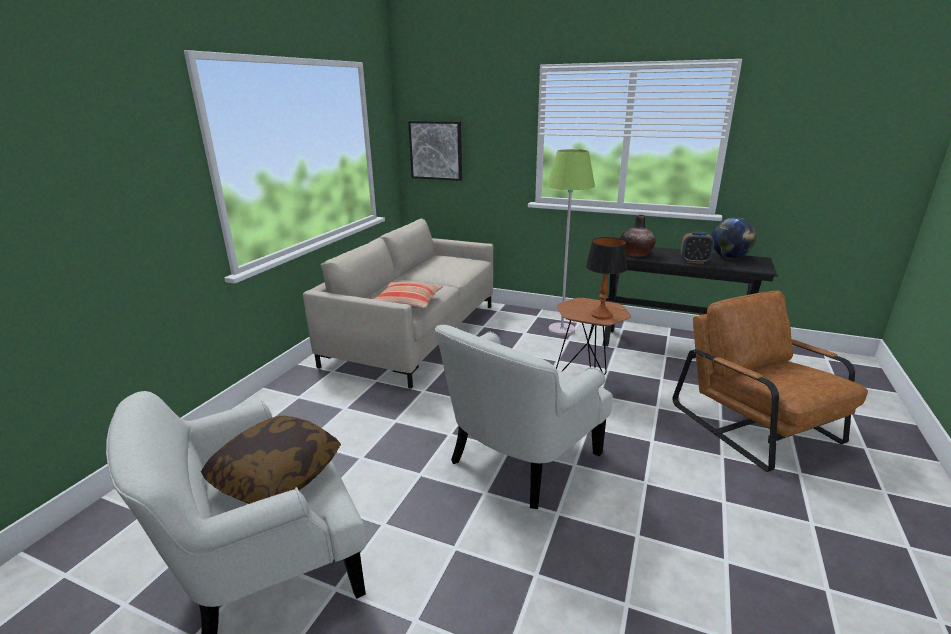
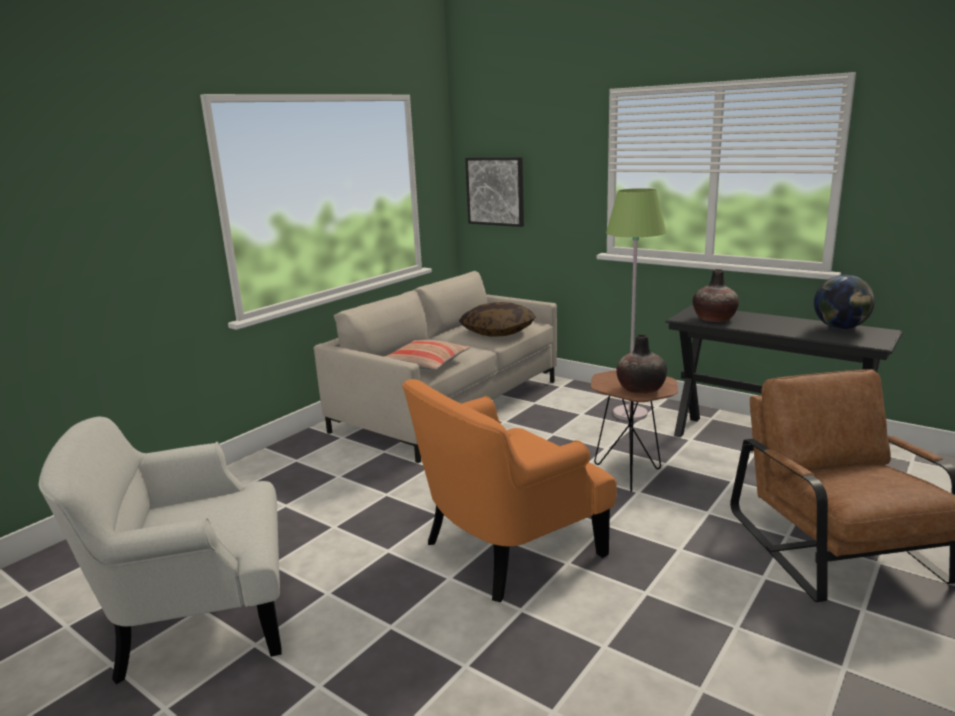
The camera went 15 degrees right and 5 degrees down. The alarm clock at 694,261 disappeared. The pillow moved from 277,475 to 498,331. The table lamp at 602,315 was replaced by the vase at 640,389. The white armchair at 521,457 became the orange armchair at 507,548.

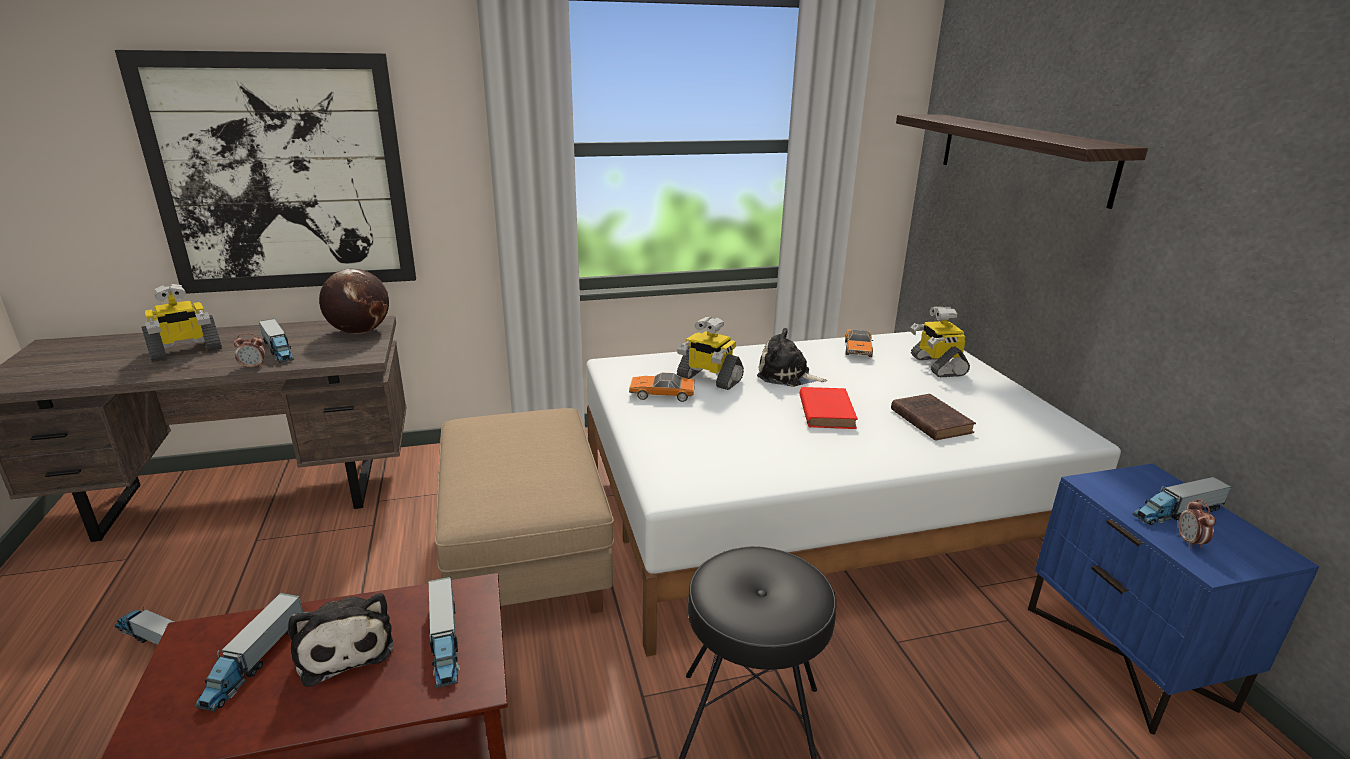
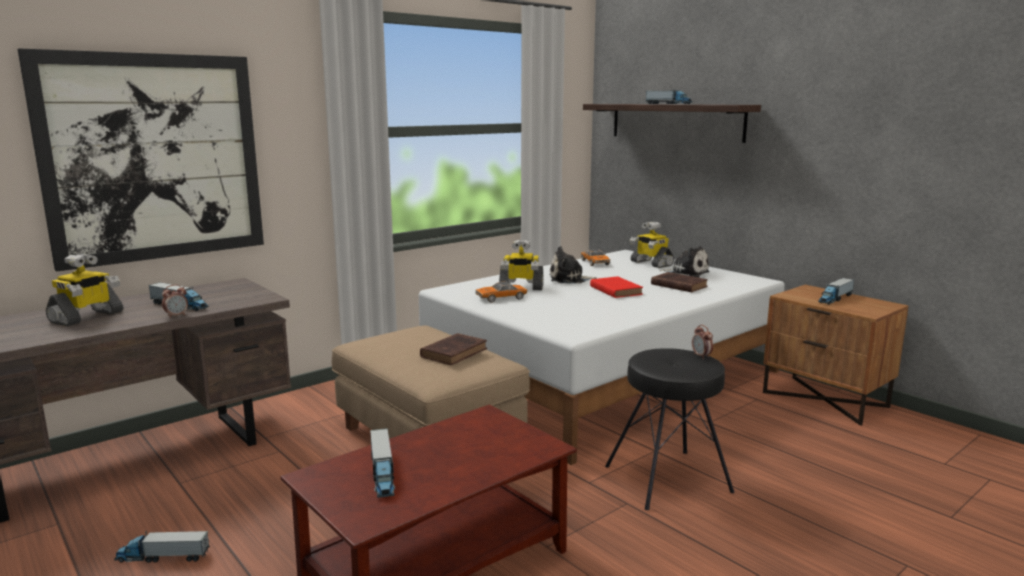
The camera went 25 degrees left and 10 degrees down. The globe at 359,331 disappeared. The brown book at 455,352 appeared. The plush toy moved from 344,647 to 686,273. The toy truck moved from 445,642 to 668,104. The alarm clock moved from 1189,542 to 701,356. The blue nightstand at 1128,656 became the brown nightstand at 826,399.

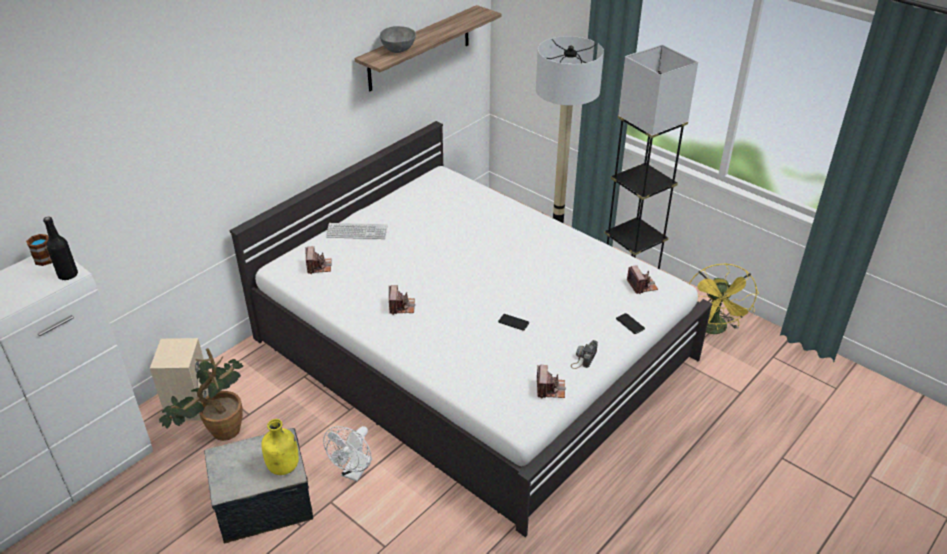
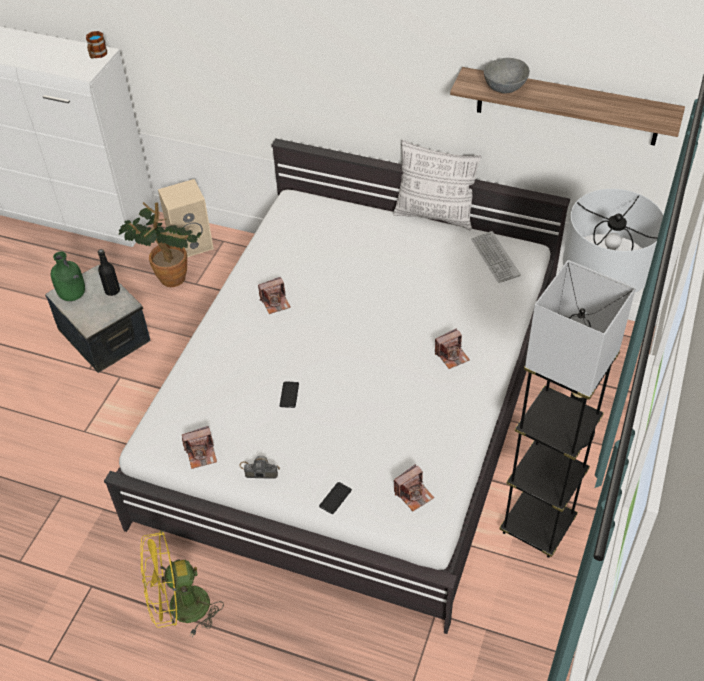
The camera went 70 degrees right and 10 degrees up. The yellow bottle at 284,467 disappeared. The white fan at 354,472 disappeared. The green bottle at 73,295 appeared. The pillow at 435,215 appeared. The black bottle moved from 68,275 to 112,291. The photo camera moved from 319,266 to 452,355. The keyboard moved from 357,232 to 495,258. The yellow fan moved from 714,329 to 180,609.

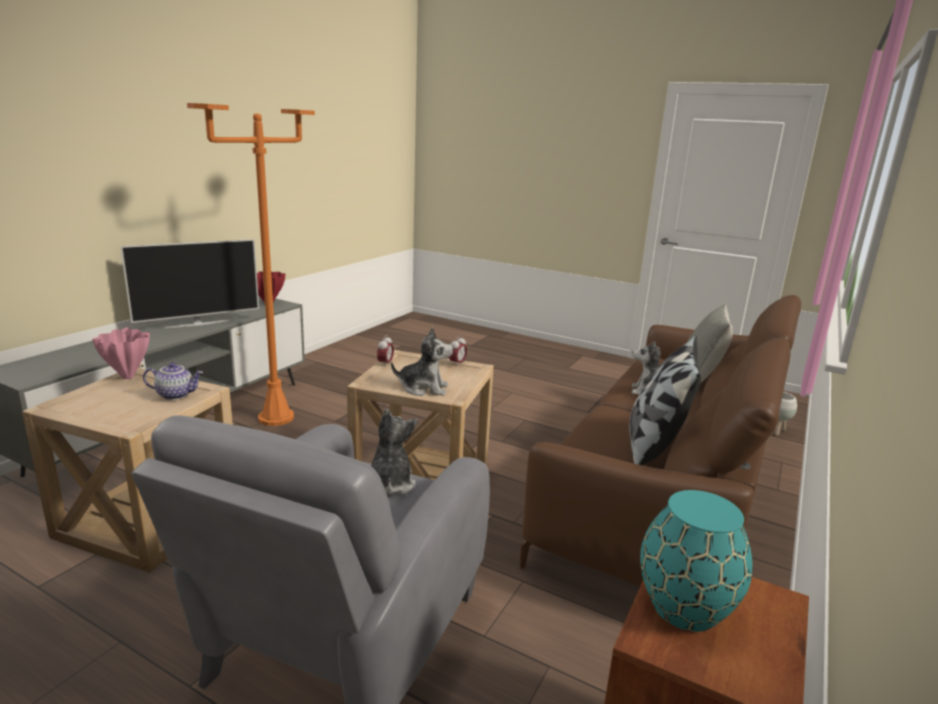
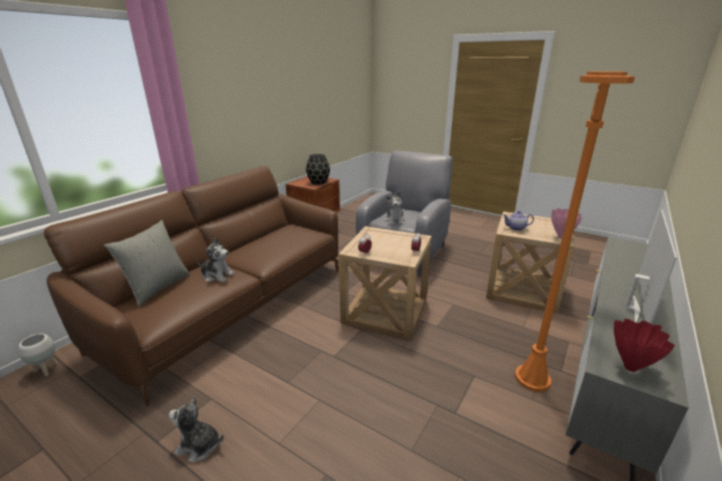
The camera went 175 degrees left and 5 degrees up. The pillow at 654,446 disappeared. The plush toy moved from 423,388 to 199,446. The turquoise vase at 683,608 became the black vase at 318,182. The television at 198,324 turned 150 degrees clockwise.

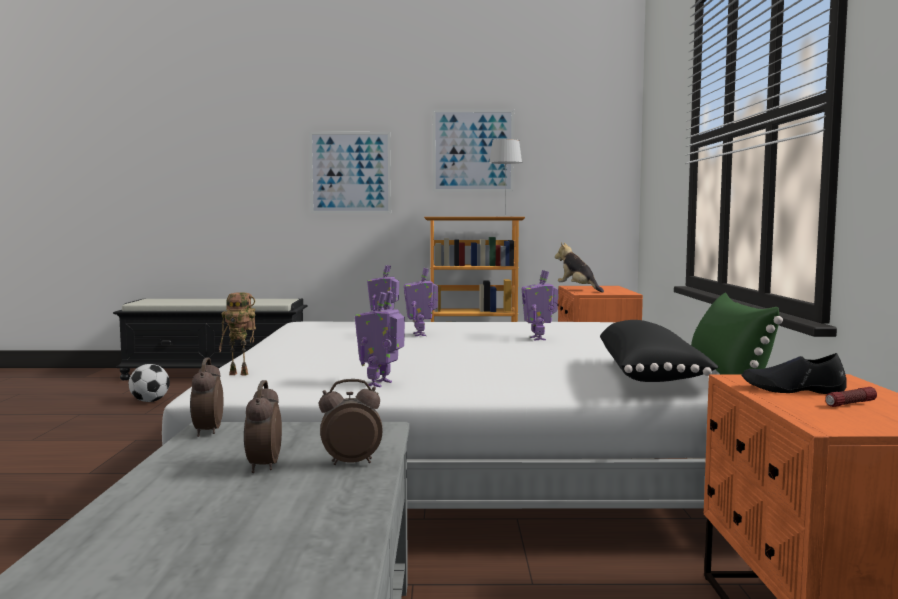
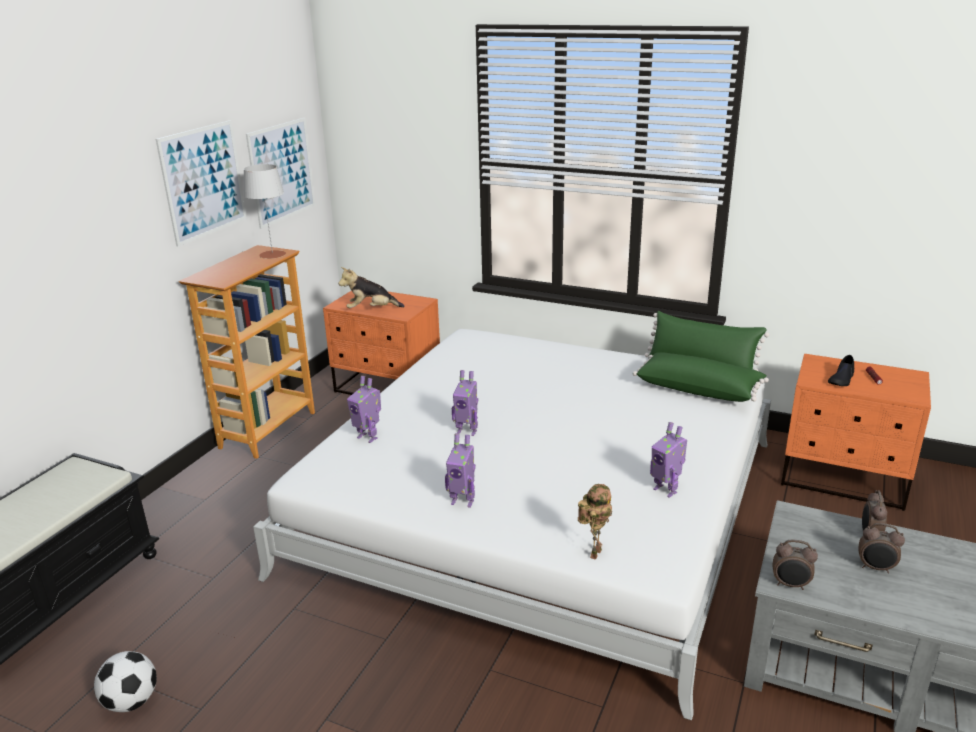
The camera went 65 degrees left and 20 degrees up. The picture moved from 350,173 to 282,172. The toy robot moved from 539,338 to 463,501. The black pillow at 651,374 became the green pillow at 698,389.

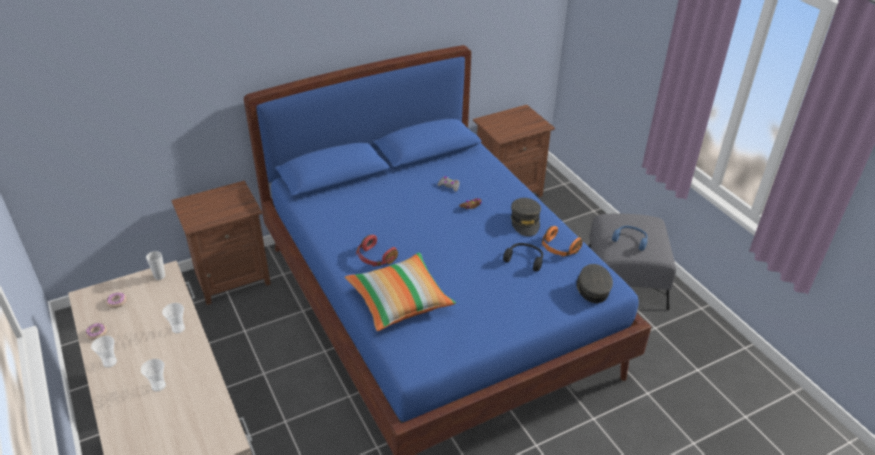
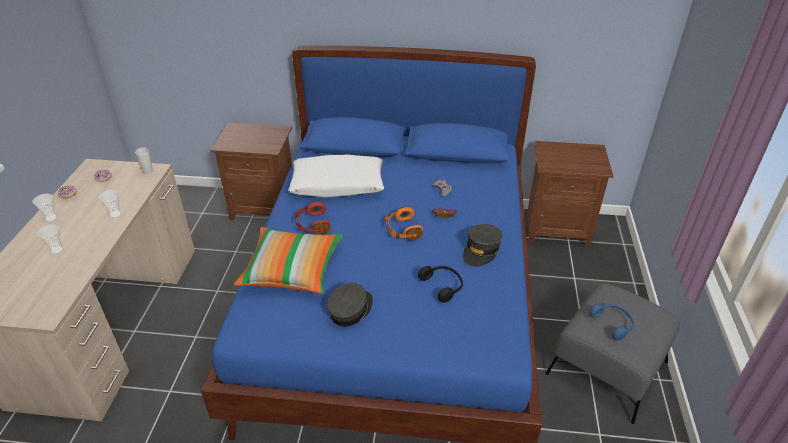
The camera went 35 degrees right and 0 degrees up. The white pillow at 337,185 appeared. The orange headphones moved from 559,248 to 402,230. The grey cap moved from 592,288 to 350,310.

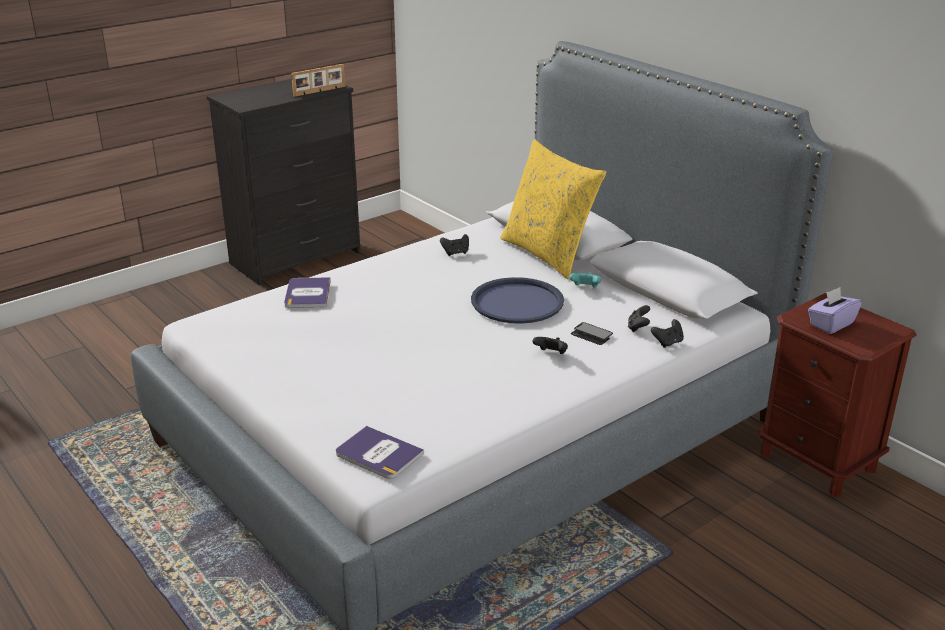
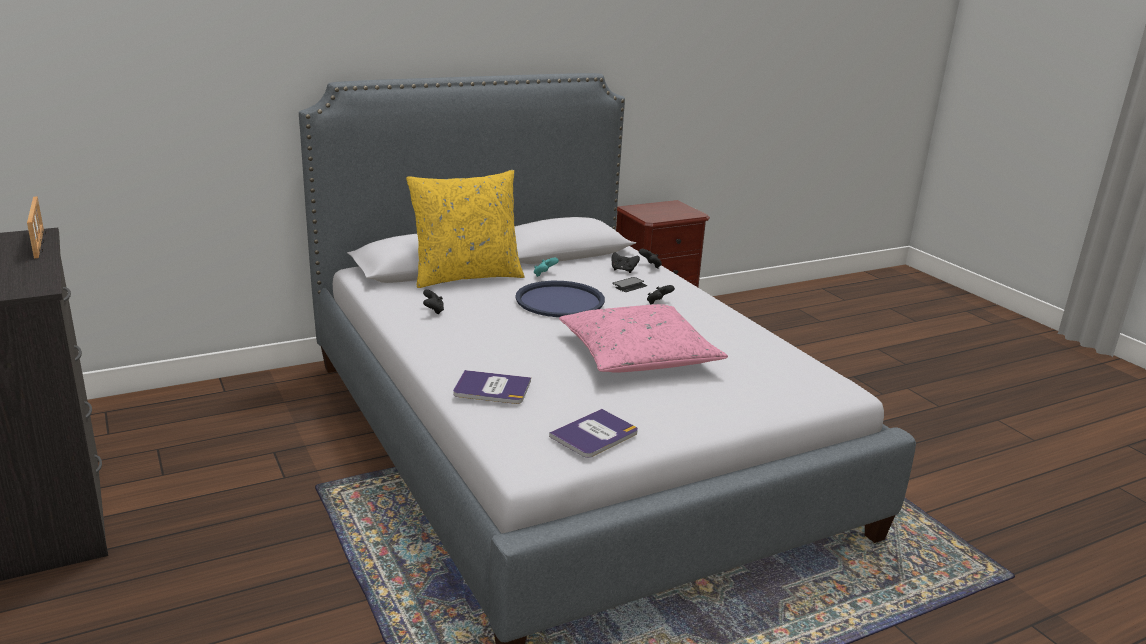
The camera went 80 degrees left and 5 degrees down. The purple tissue box at 831,324 disappeared. The pink pillow at 638,355 appeared. The book moved from 378,454 to 594,435.

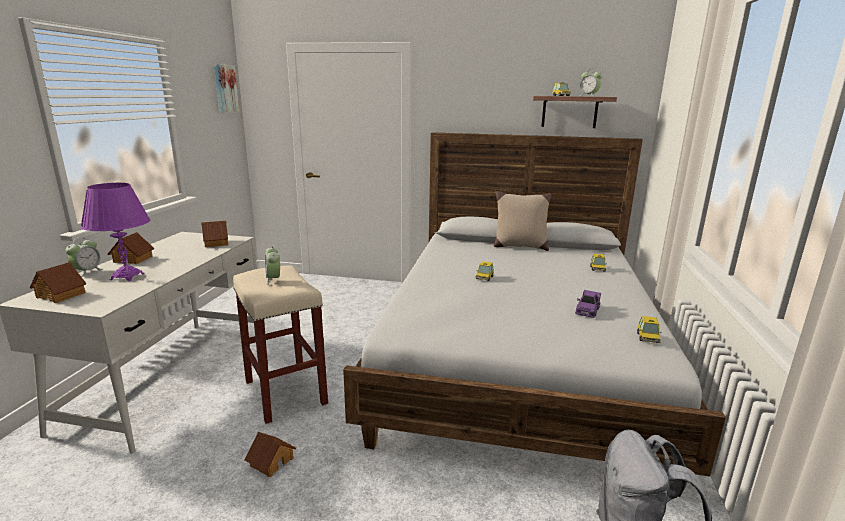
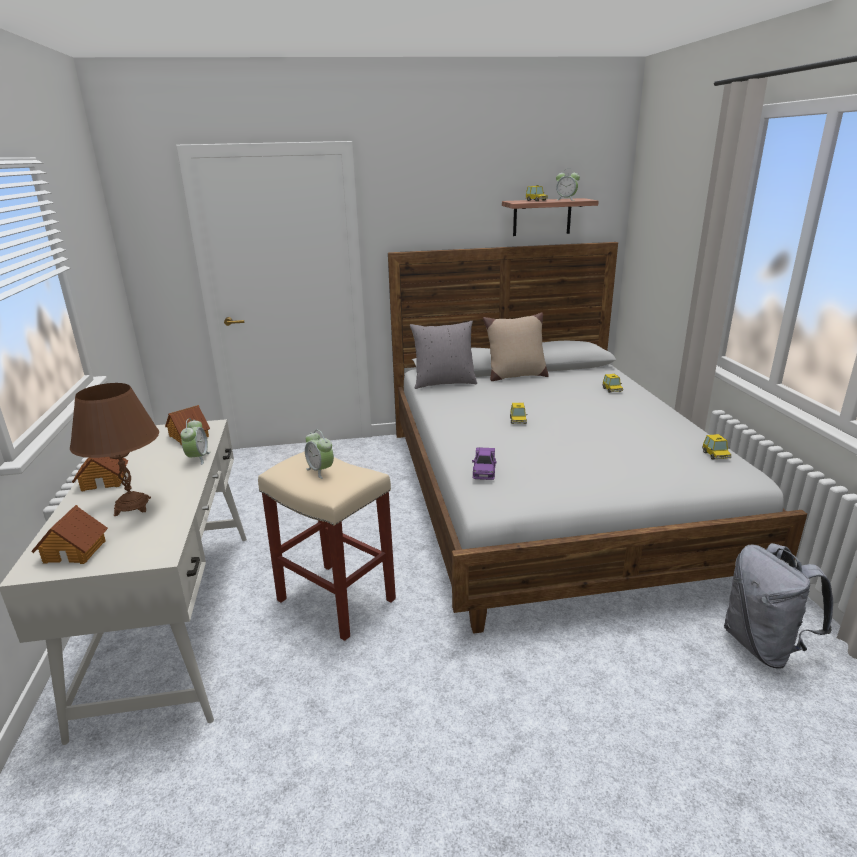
The camera went 20 degrees left and 5 degrees up. The picture at 225,88 disappeared. The toy house at 271,461 disappeared. The grey pillow at 444,383 appeared. The alarm clock moved from 87,272 to 198,458. The purple toy car moved from 587,310 to 484,471. The purple table lamp at 127,277 became the brown table lamp at 133,506.

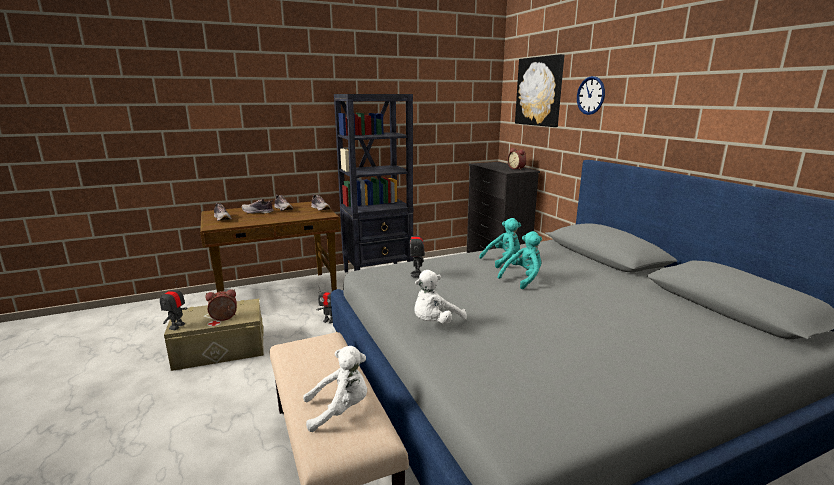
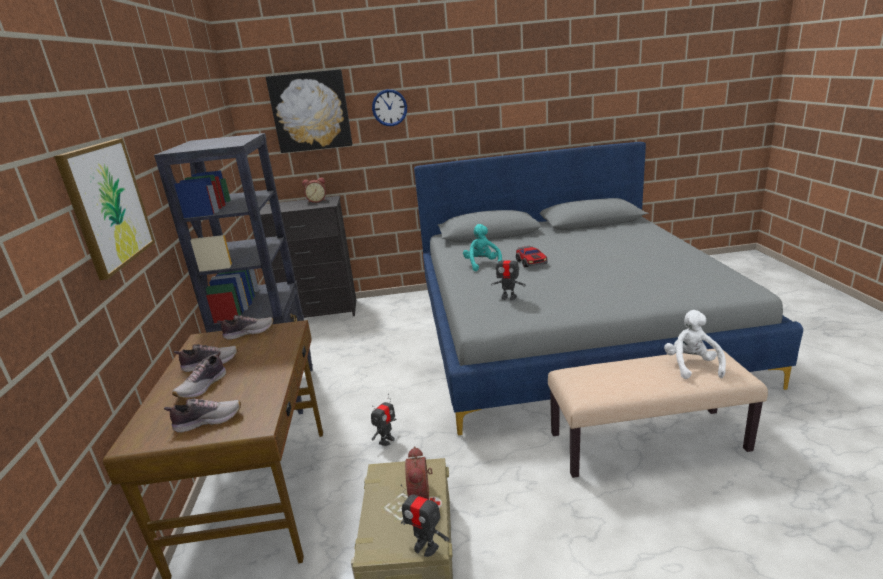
The camera went 70 degrees left and 5 degrees up. The white plush toy at 435,323 disappeared. The picture at 107,205 appeared. The turquoise plush toy at 523,279 was replaced by the toy car at 531,262.

